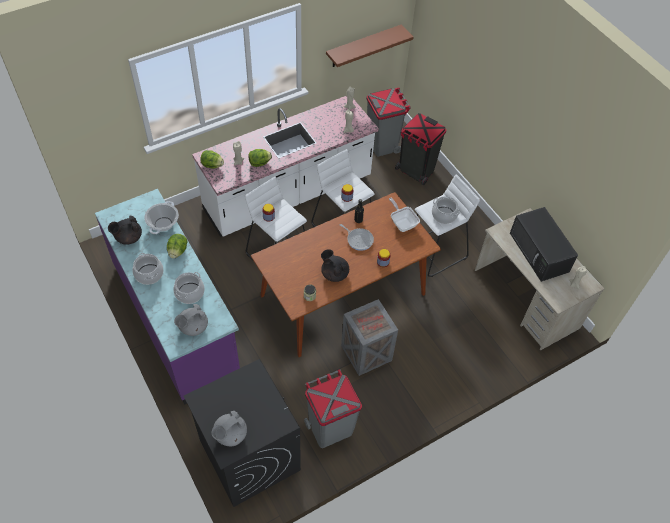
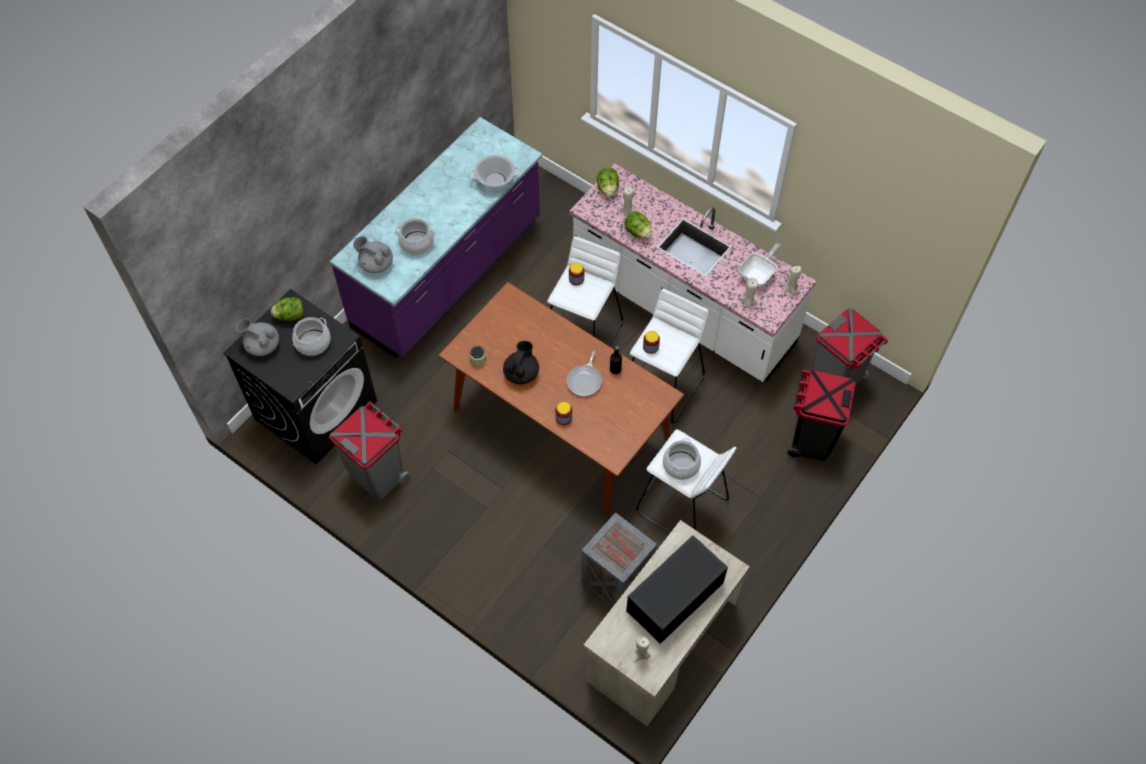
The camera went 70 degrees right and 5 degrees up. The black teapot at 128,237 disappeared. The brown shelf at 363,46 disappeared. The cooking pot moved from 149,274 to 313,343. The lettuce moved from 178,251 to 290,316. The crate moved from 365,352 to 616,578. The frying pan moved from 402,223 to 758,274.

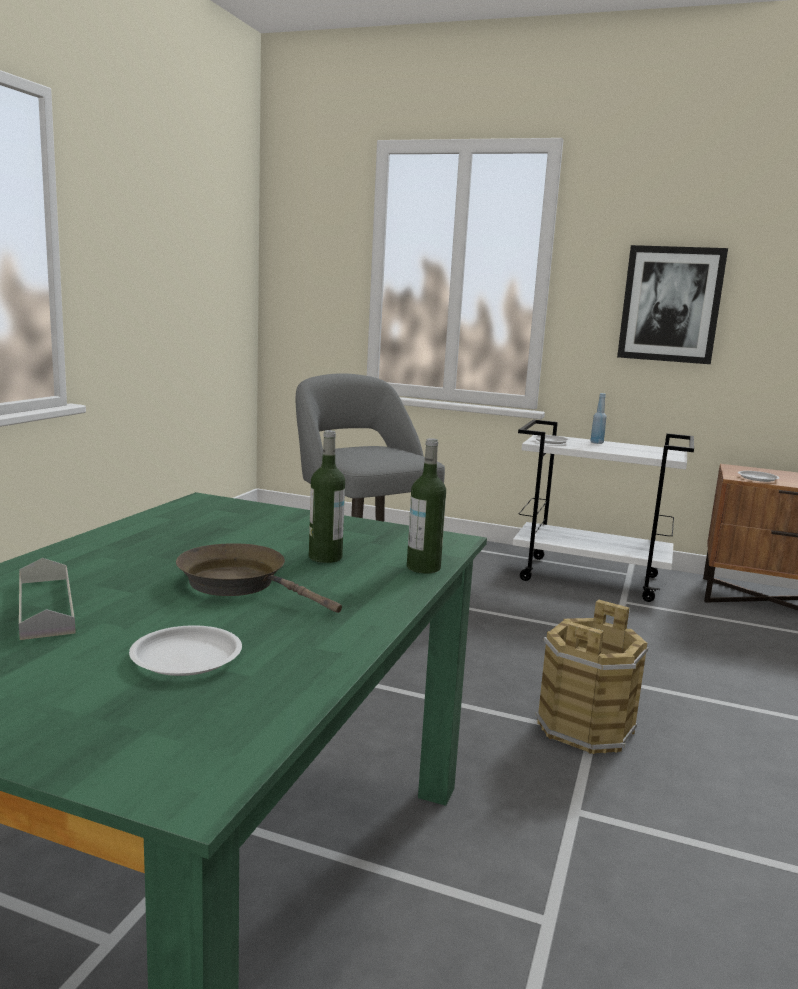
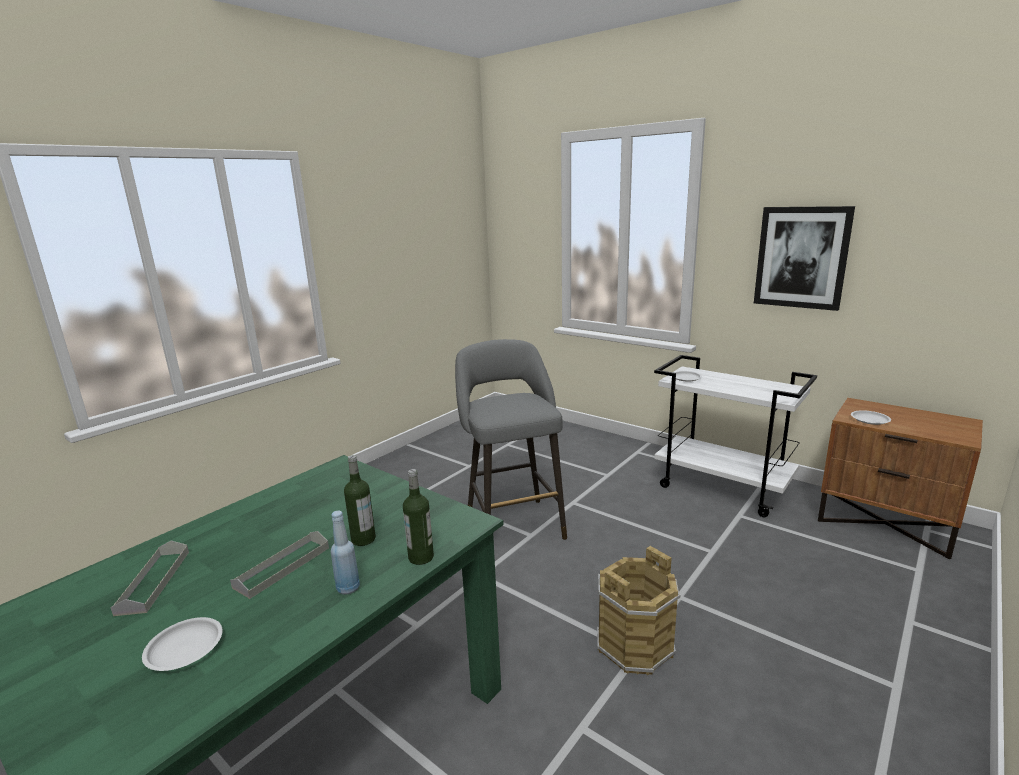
The camera went 20 degrees right and 5 degrees up. The blue bottle moved from 597,442 to 348,588. The brown frying pan at 240,584 was replaced by the grey tray at 282,567.

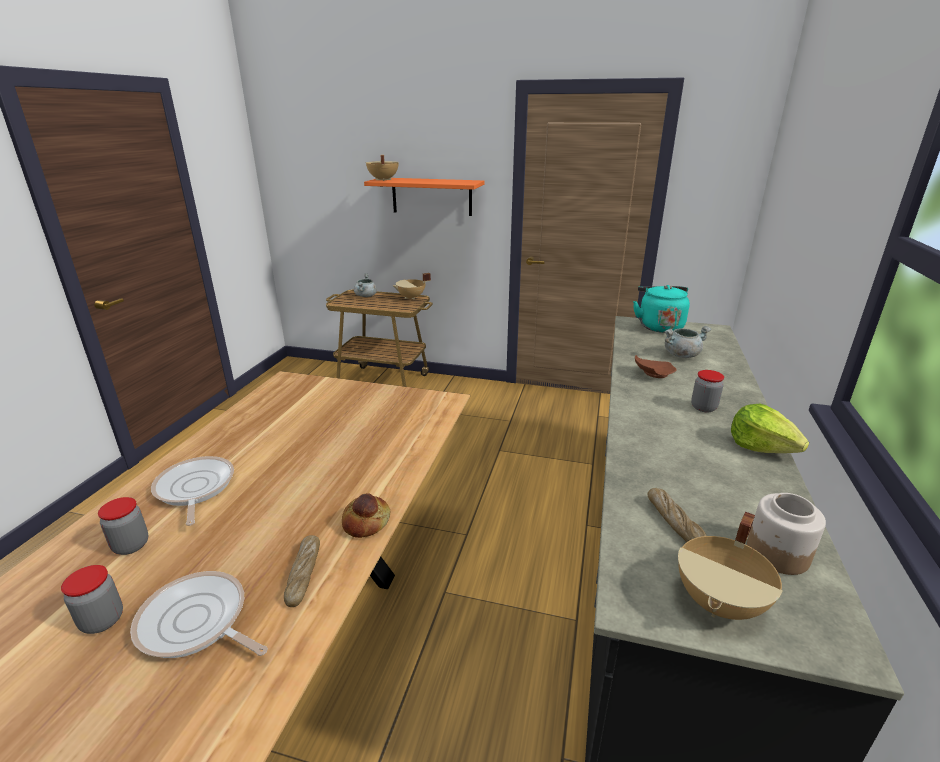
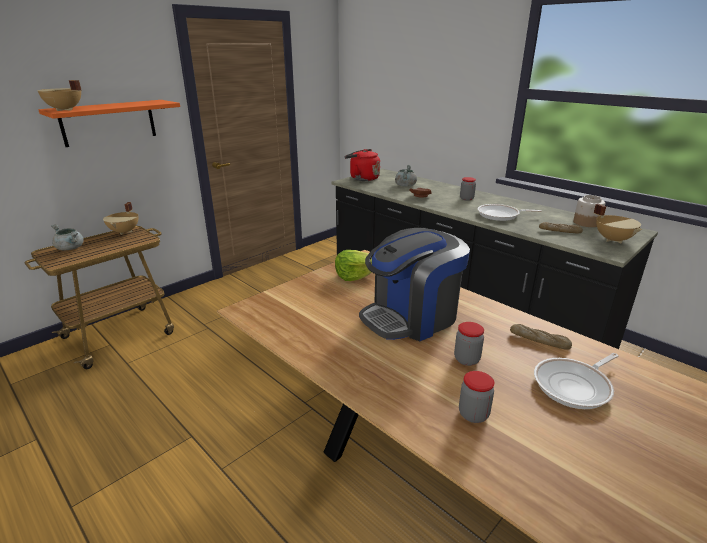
The camera went 60 degrees left and 0 degrees up. The bread at 367,522 disappeared. The coffee machine at 411,317 appeared. The jar moved from 102,620 to 466,359. The frying pan moved from 194,489 to 500,215. The lettuce moved from 761,446 to 355,276. The turquoise kettle at 659,326 became the red kettle at 362,178.

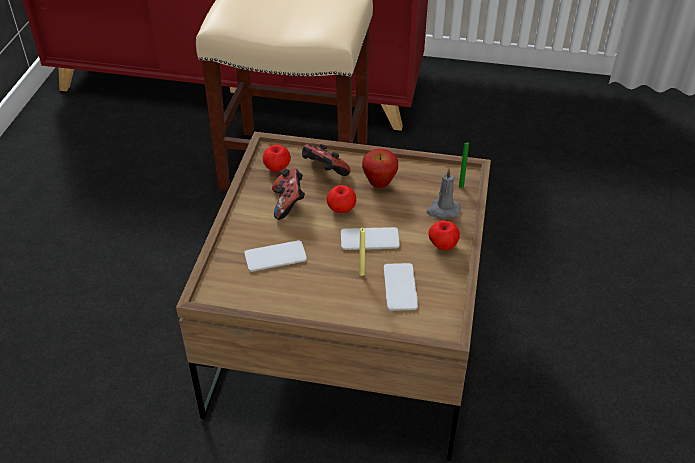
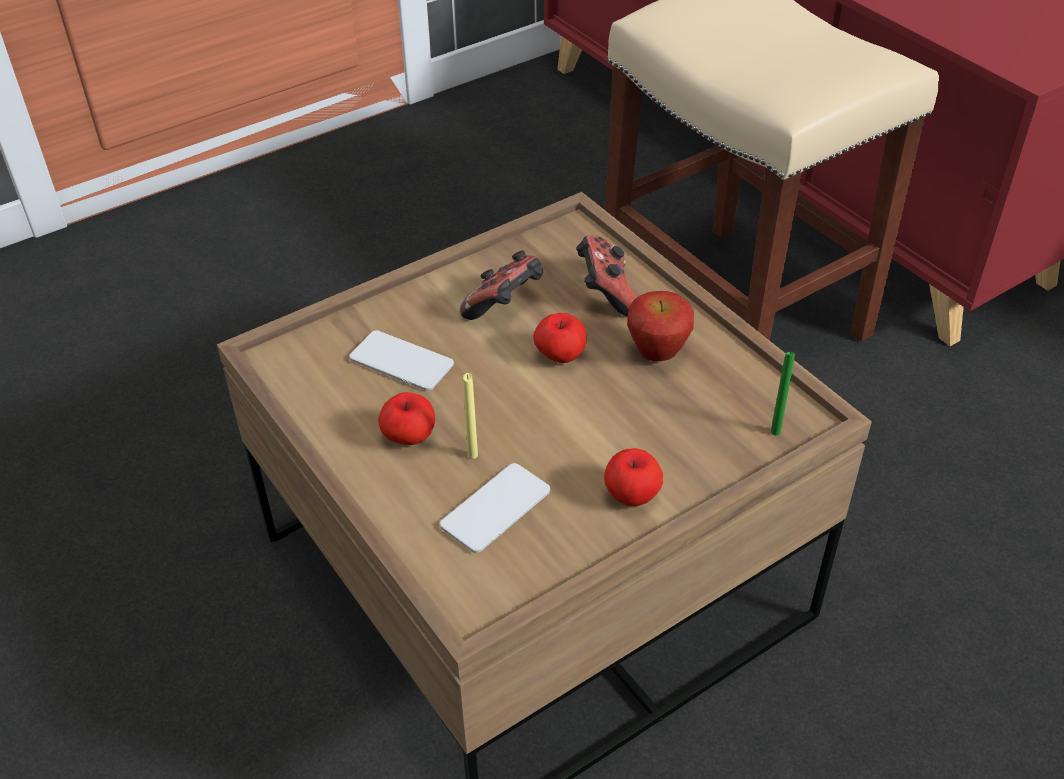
The camera went 45 degrees right and 0 degrees up. The phone at 369,239 disappeared. The grey candle at 442,210 disappeared. The apple moved from 277,168 to 409,437.

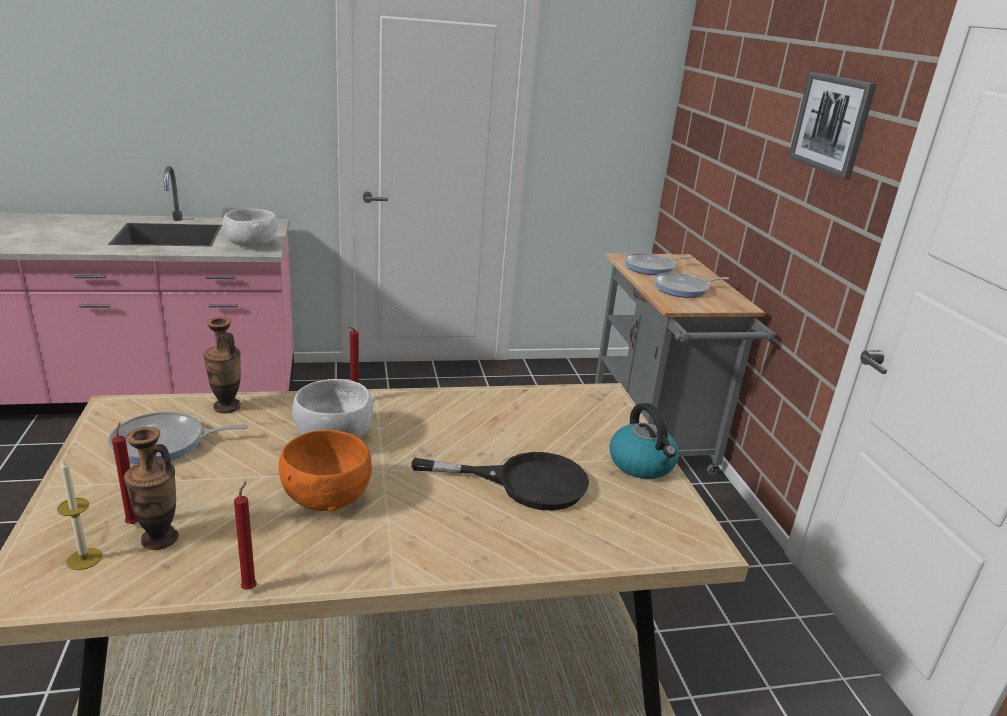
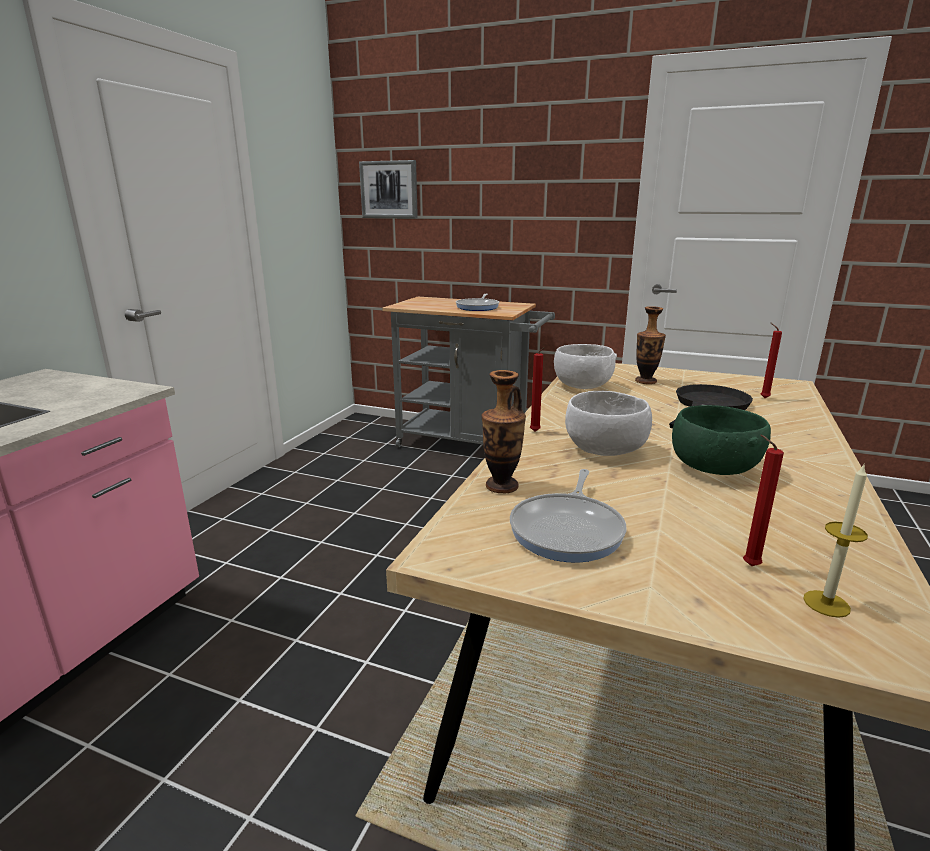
The camera went 55 degrees left and 5 degrees down. The kettle at 642,464 disappeared. The frying pan at 651,267 disappeared. The vase moved from 159,539 to 645,381. The white bowl moved from 251,245 to 582,386. The red candle moved from 250,587 to 763,398. The picture moved from 832,124 to 389,190. The orange bowl at 325,497 became the green bowl at 713,468.

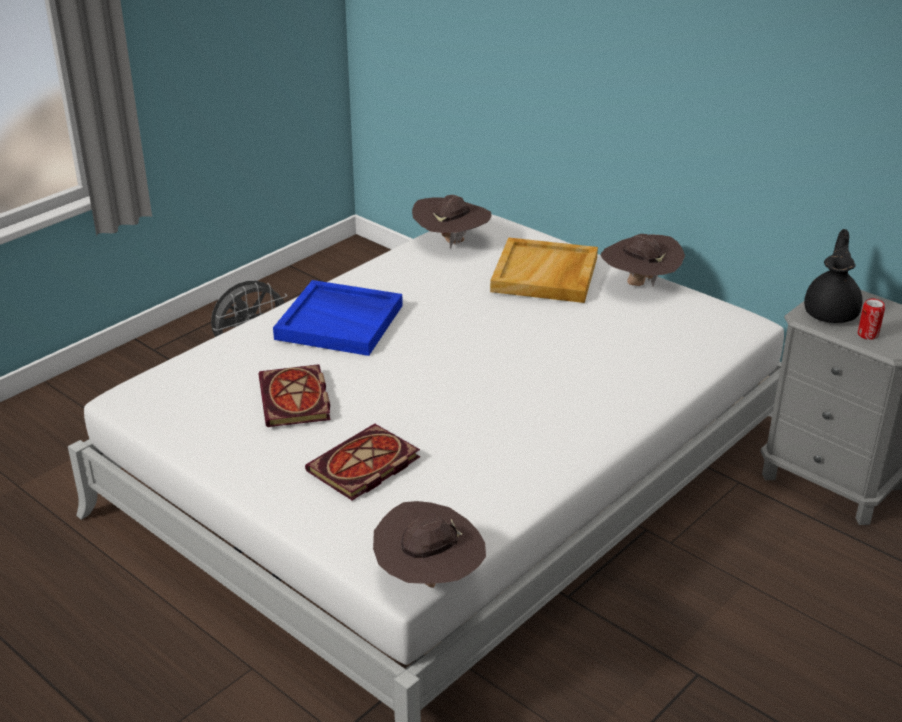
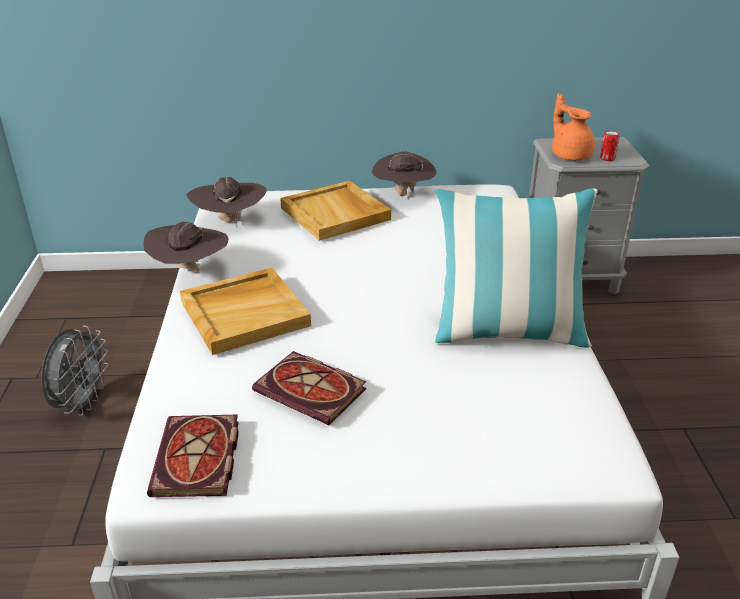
The camera went 45 degrees left and 0 degrees up. The pillow at 507,332 appeared. The book moved from 363,467 to 198,460. The brown hat moved from 429,579 to 190,271. The blue tray at 341,322 became the beige tray at 245,313. The black teapot at 831,312 became the orange teapot at 570,155.

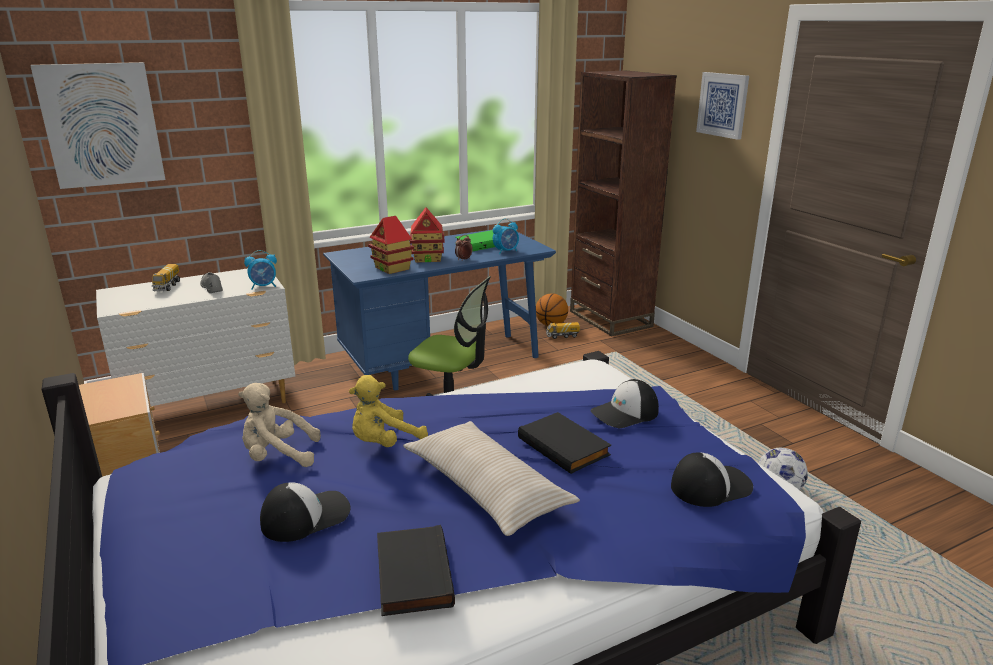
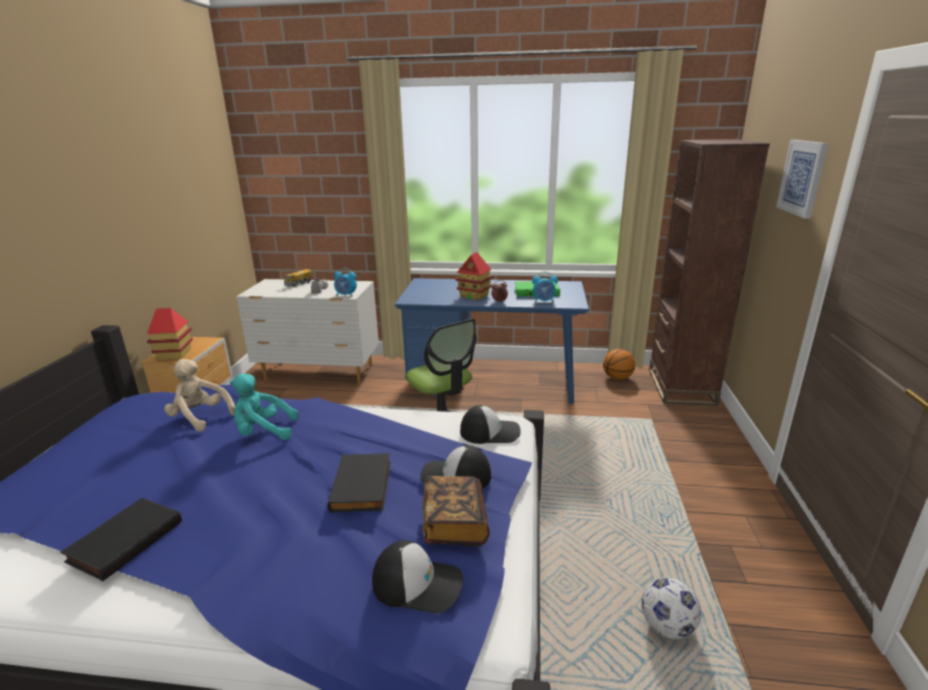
The camera went 35 degrees right and 0 degrees up. The picture at 101,125 disappeared. The beige pillow at 486,489 disappeared. The toy truck at 562,336 disappeared. The book at 454,524 appeared. The cap moved from 305,516 to 490,431. The toy house moved from 392,268 to 175,354. The yellow plush toy at 384,443 became the turquoise plush toy at 263,432.

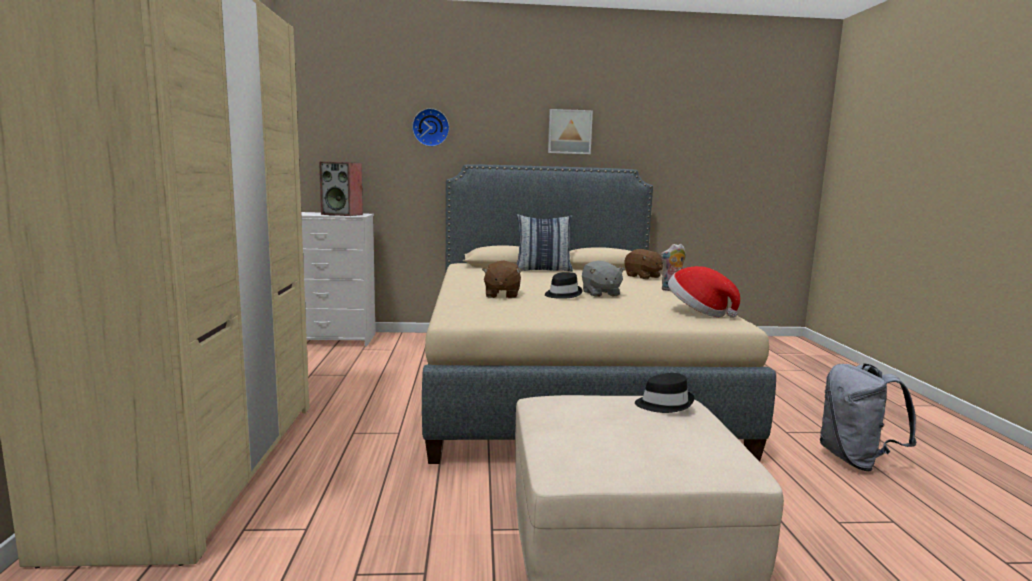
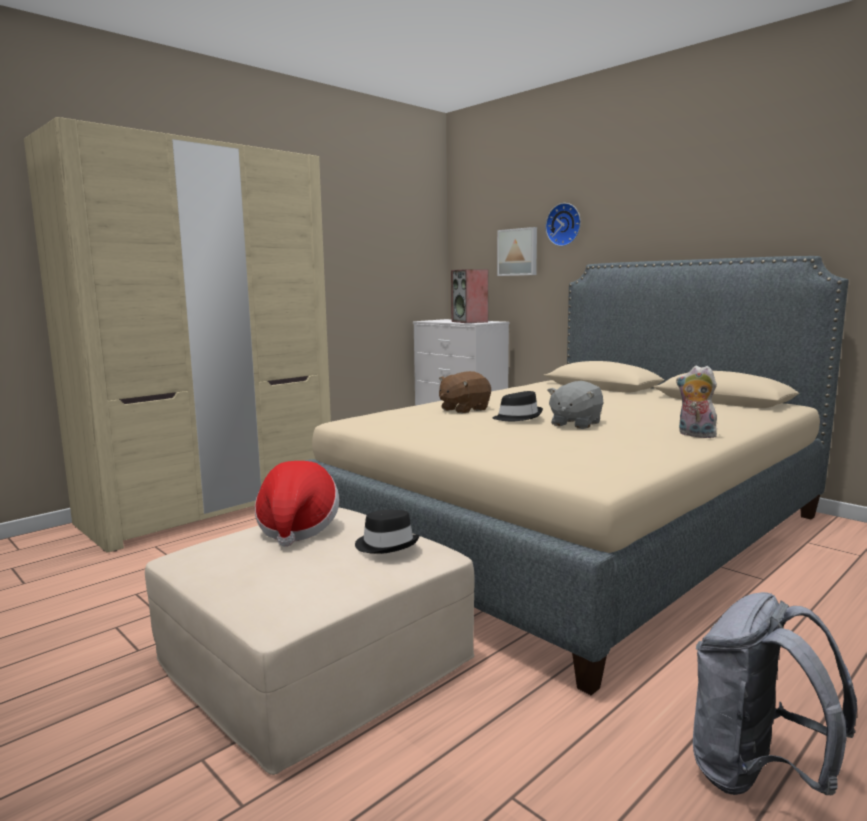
The camera went 50 degrees right and 0 degrees up. The pillow at 543,270 disappeared. The brown plush toy at 643,276 disappeared. The picture moved from 569,132 to 518,252. The hat moved from 698,312 to 297,528.

